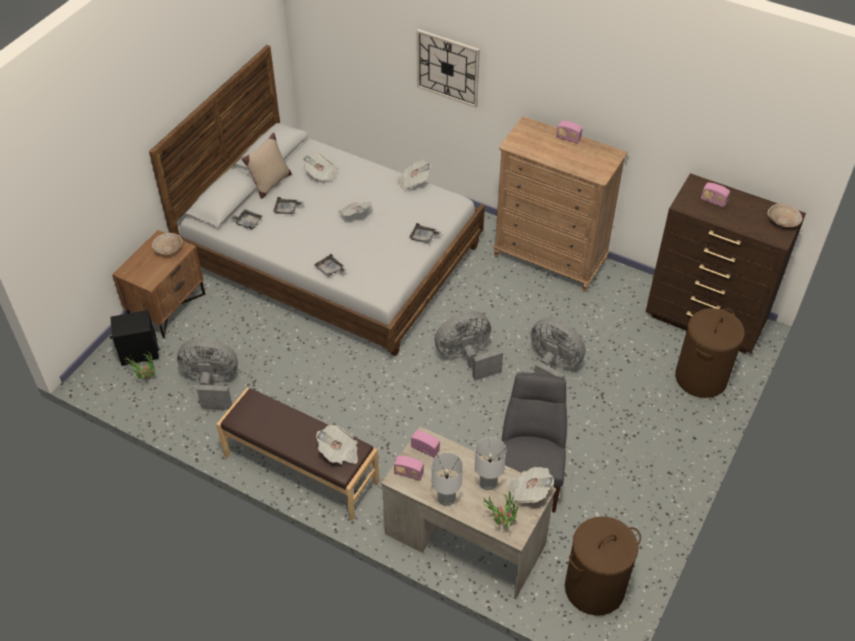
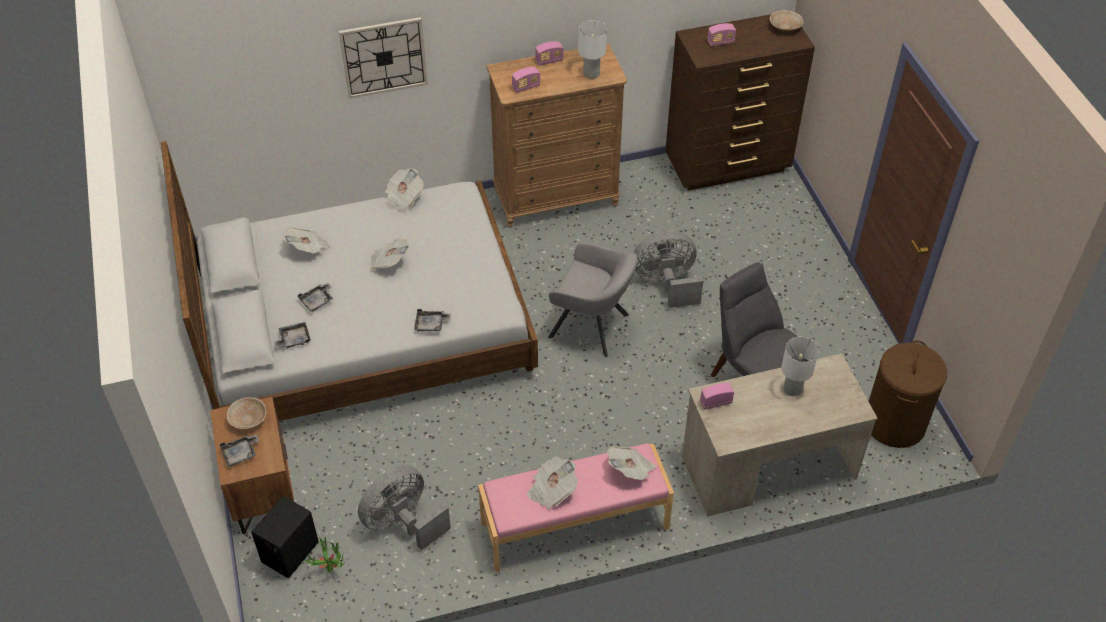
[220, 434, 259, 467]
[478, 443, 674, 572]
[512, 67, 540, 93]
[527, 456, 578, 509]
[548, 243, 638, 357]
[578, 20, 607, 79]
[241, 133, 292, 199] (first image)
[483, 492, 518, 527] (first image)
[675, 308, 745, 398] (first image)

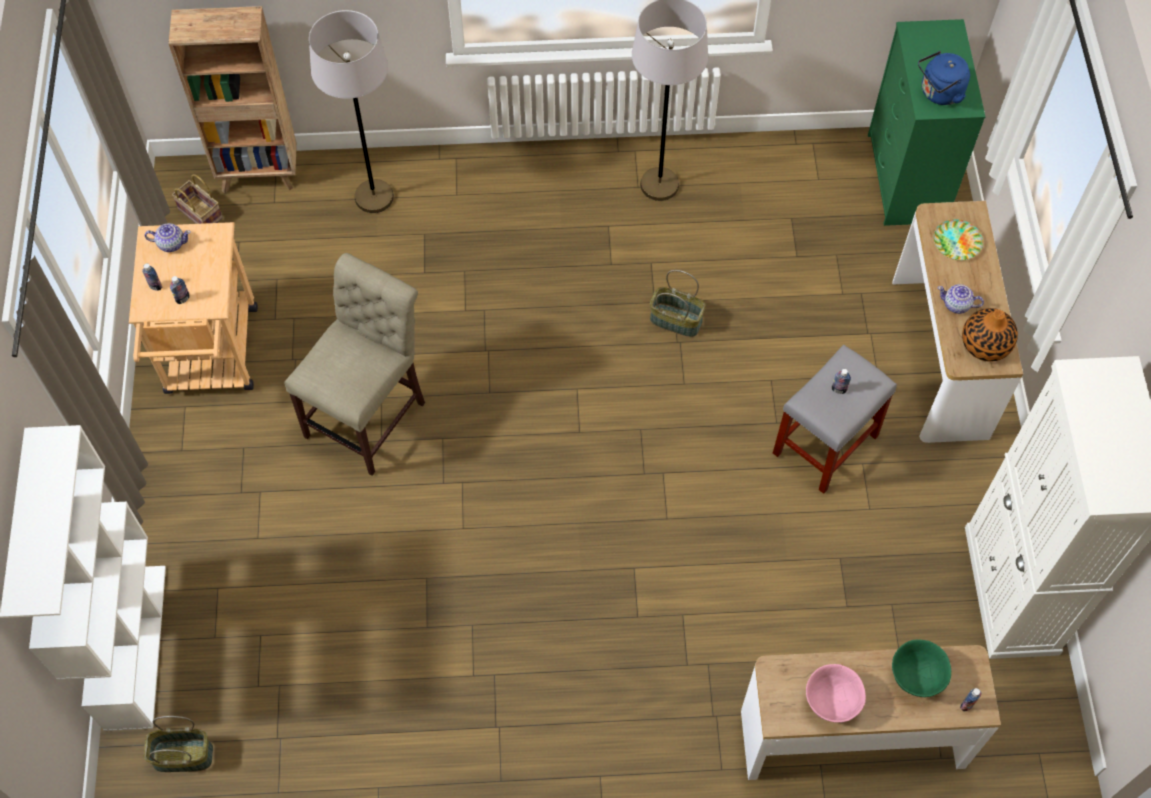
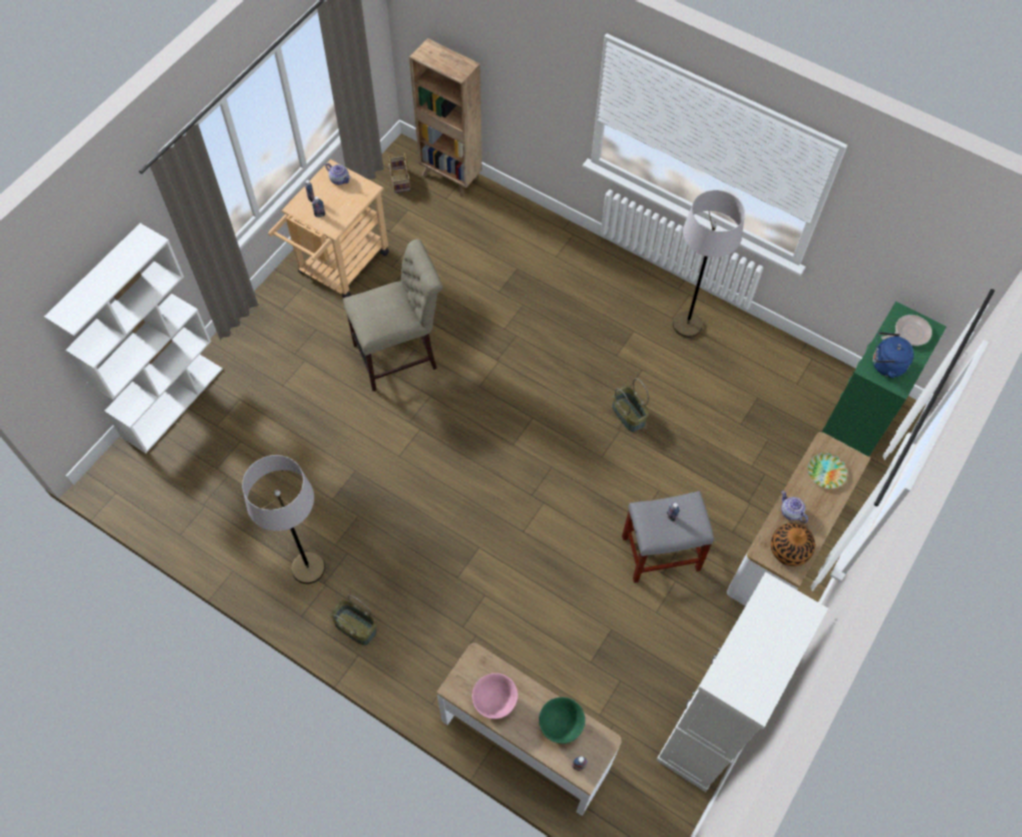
[242, 455, 325, 584]
[330, 595, 377, 645]
[881, 315, 932, 346]

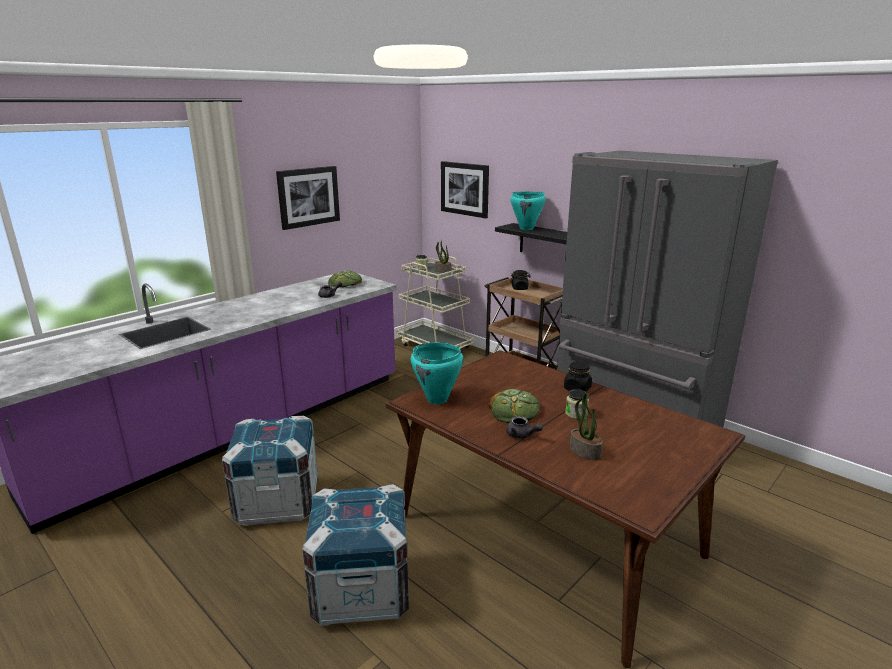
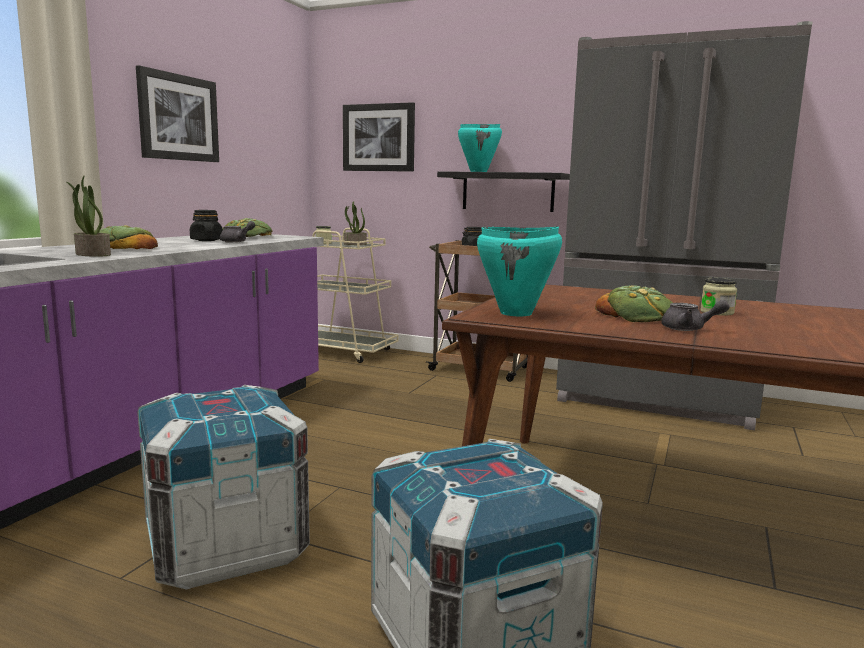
[67, 176, 111, 257]
[99, 225, 158, 249]
[190, 210, 223, 241]

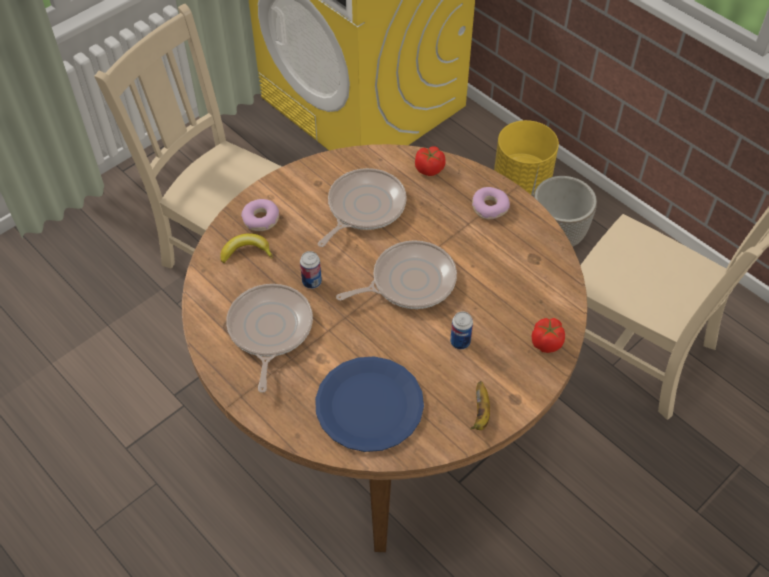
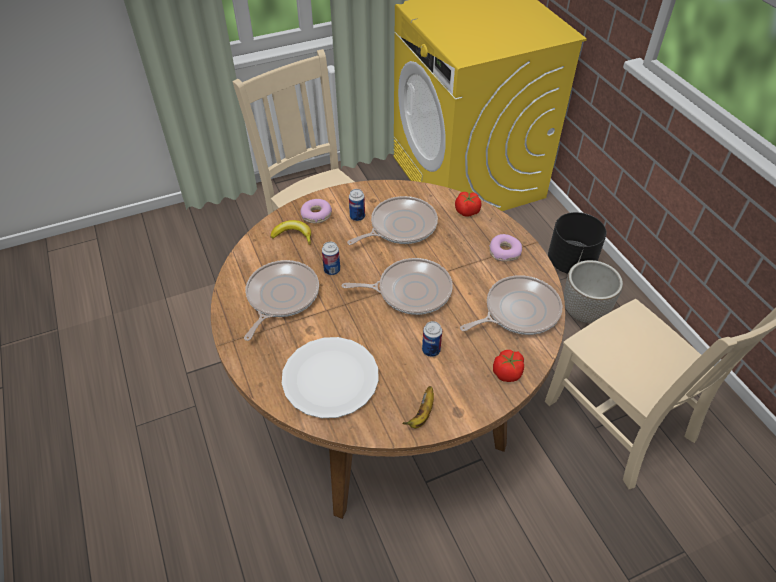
[282, 337, 379, 418]
[349, 189, 365, 221]
[460, 275, 562, 335]
[548, 212, 607, 274]

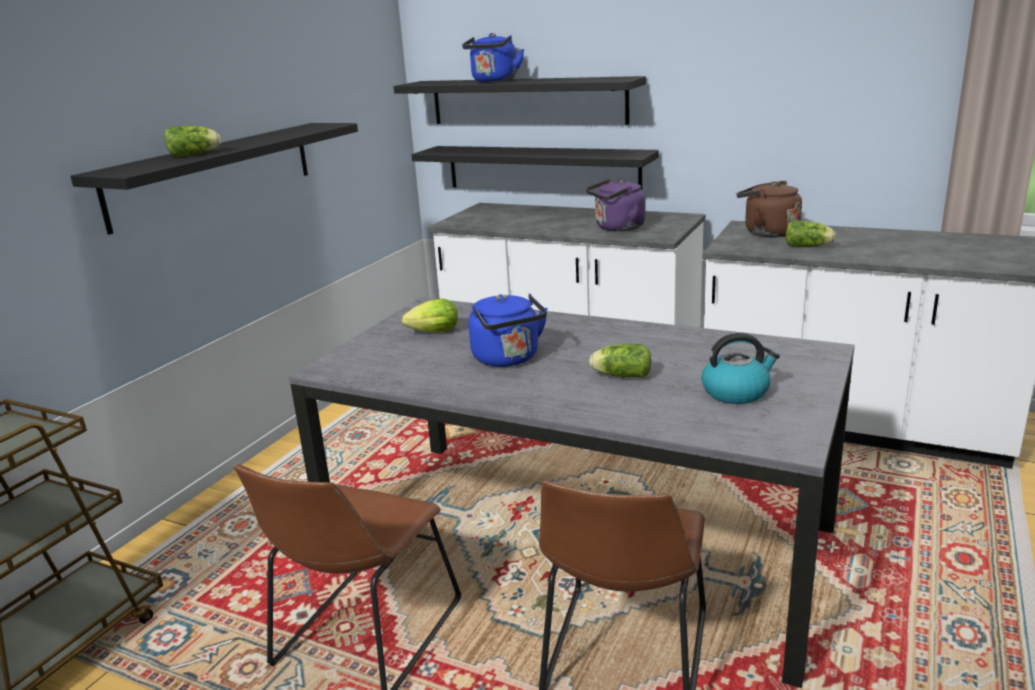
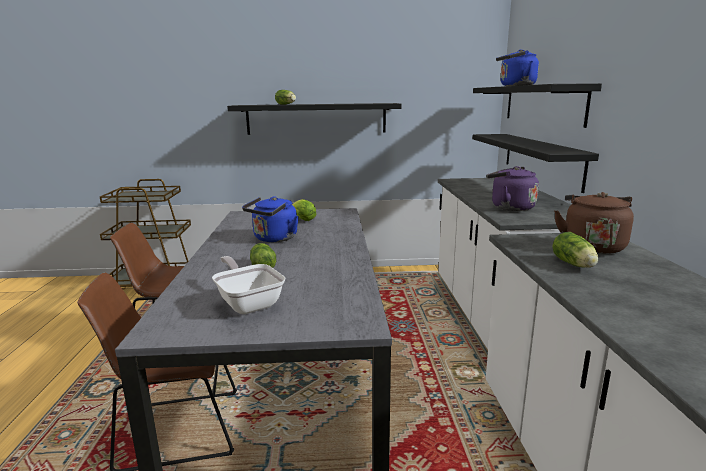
[212, 256, 286, 314]

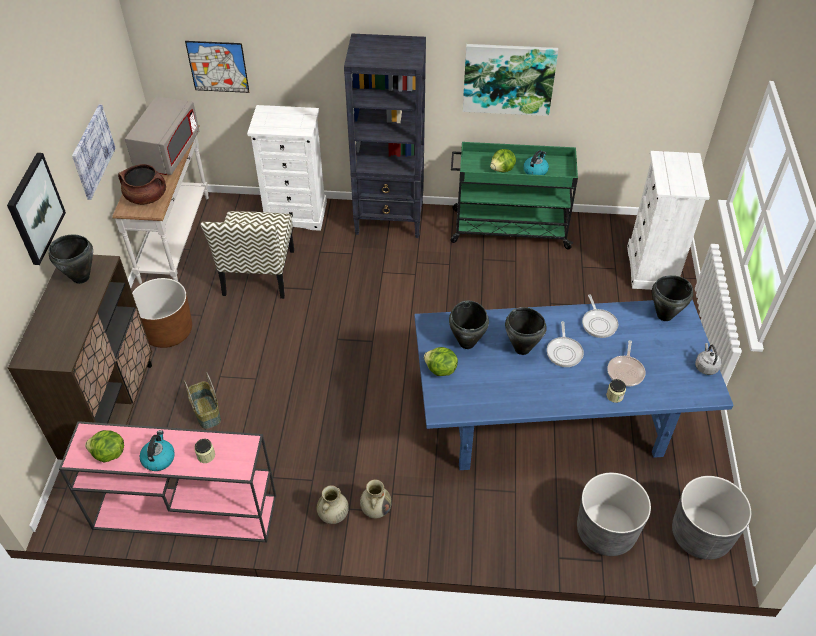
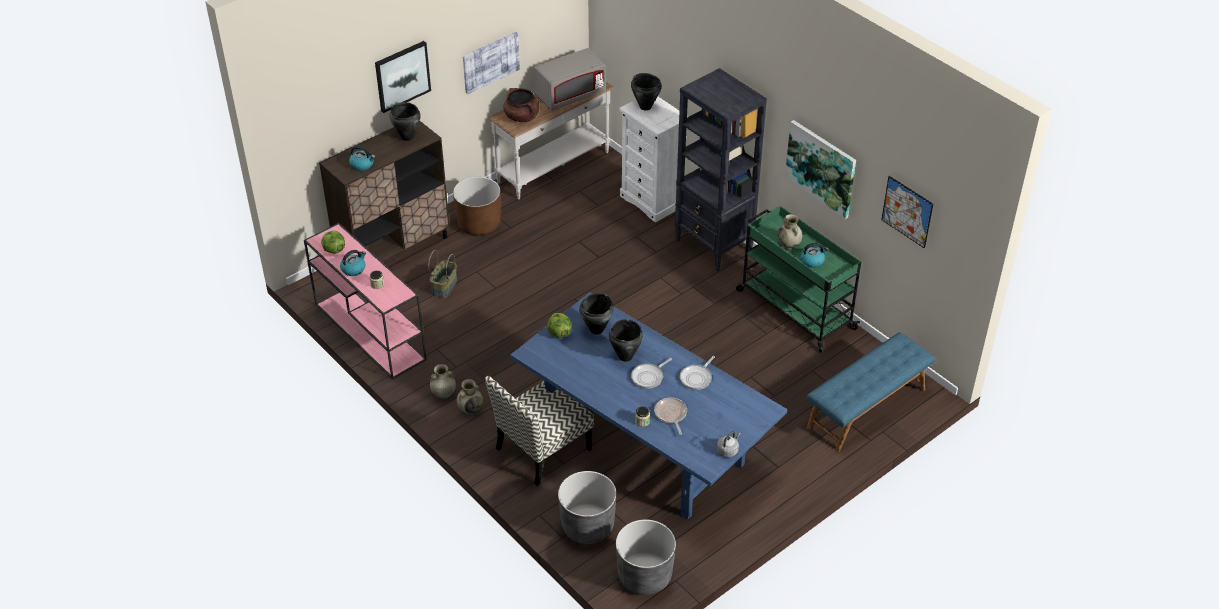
[349, 146, 375, 171]
[485, 376, 594, 486]
[631, 73, 662, 110]
[654, 398, 687, 435]
[777, 214, 802, 249]
[807, 332, 936, 452]
[881, 176, 933, 248]

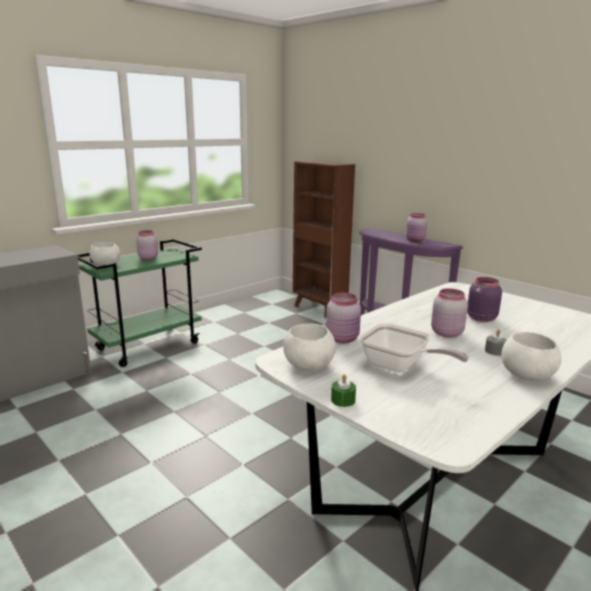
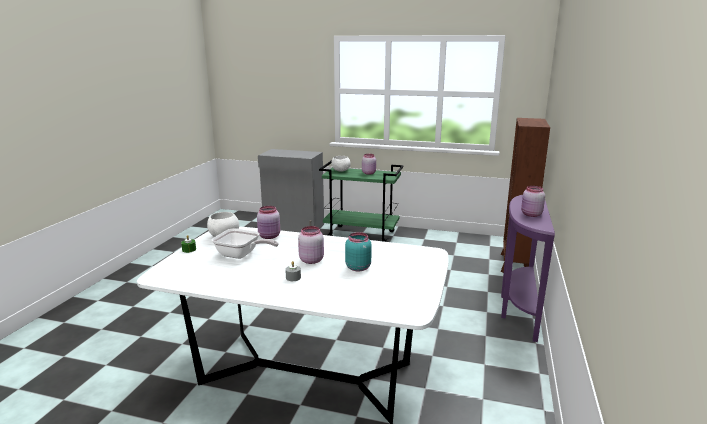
[212, 228, 279, 259]
[345, 232, 372, 272]
[501, 332, 561, 381] (first image)

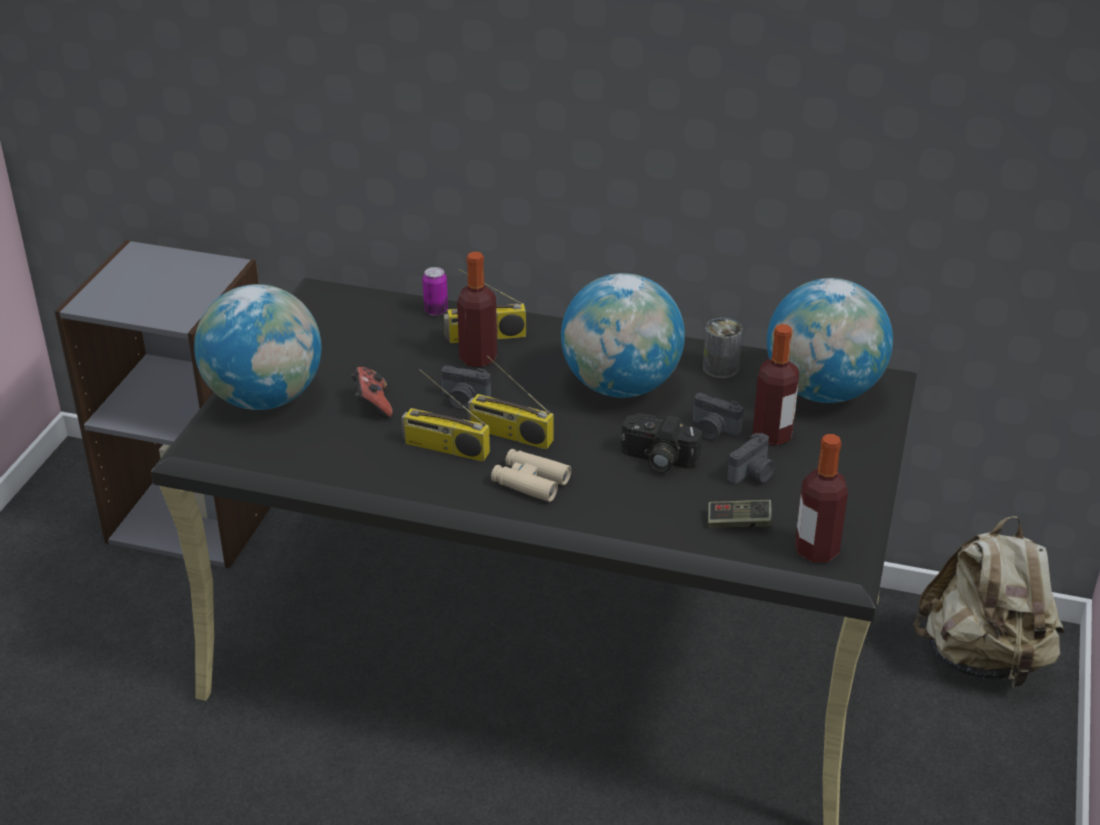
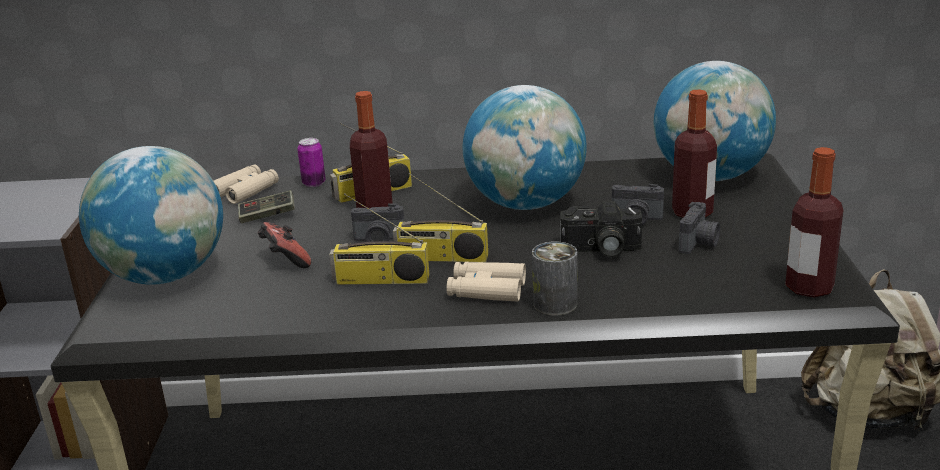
[214, 165, 279, 204]
[238, 190, 295, 223]
[532, 241, 578, 316]

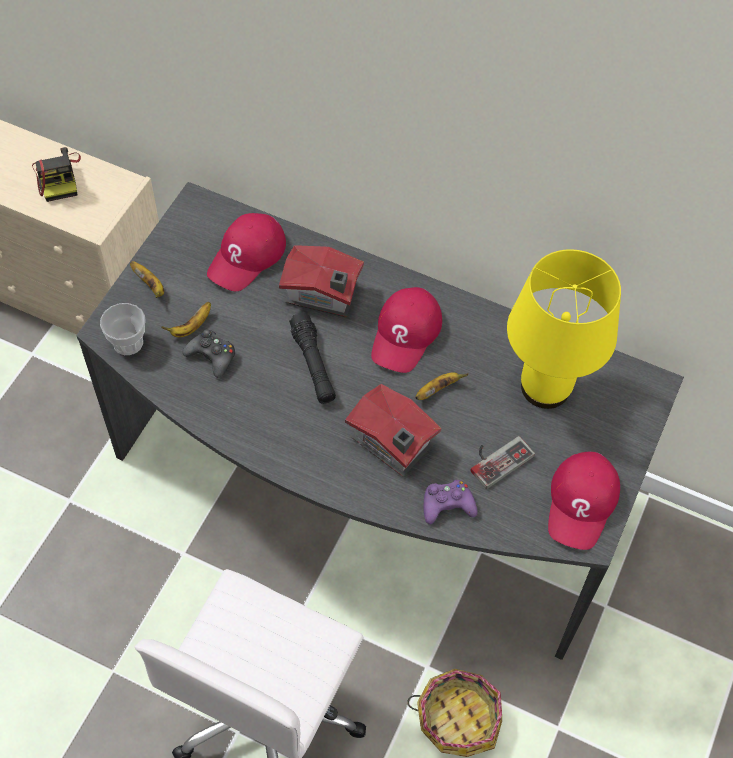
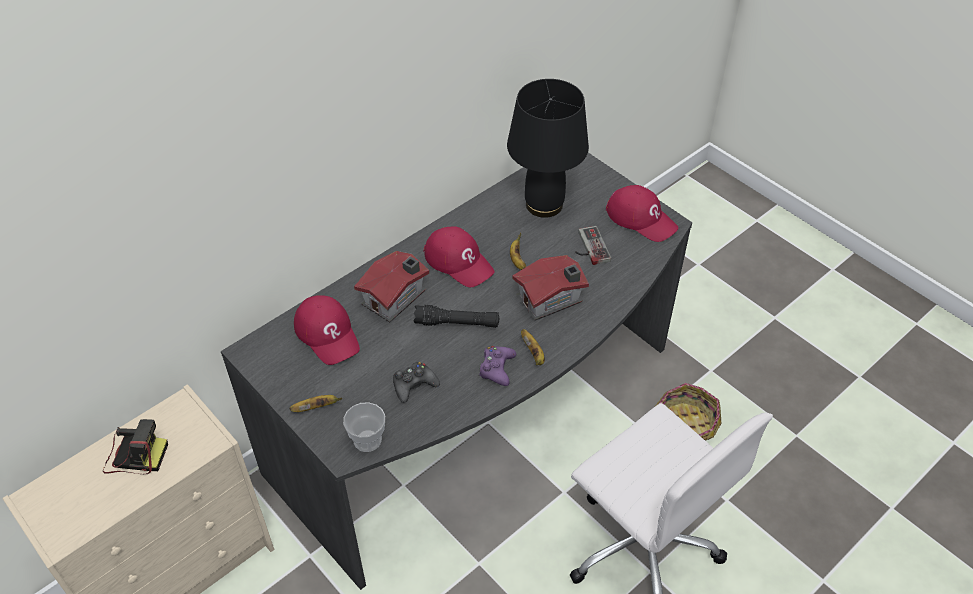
[479, 346, 516, 386]
[507, 79, 589, 218]
[521, 329, 545, 365]

